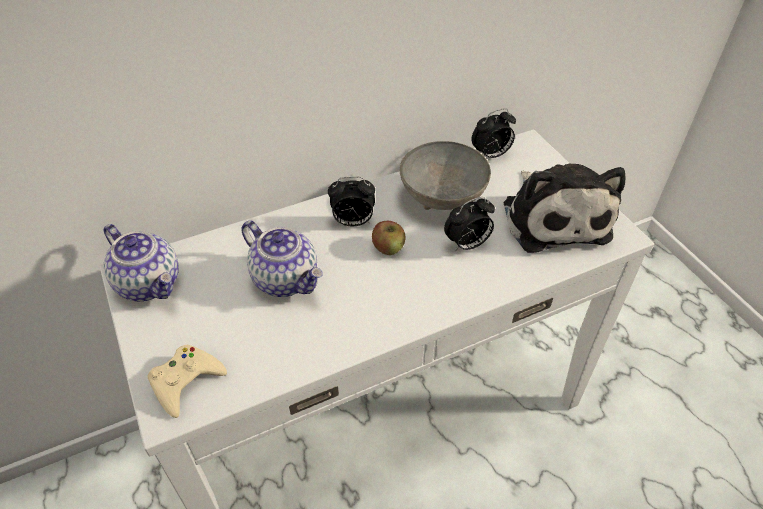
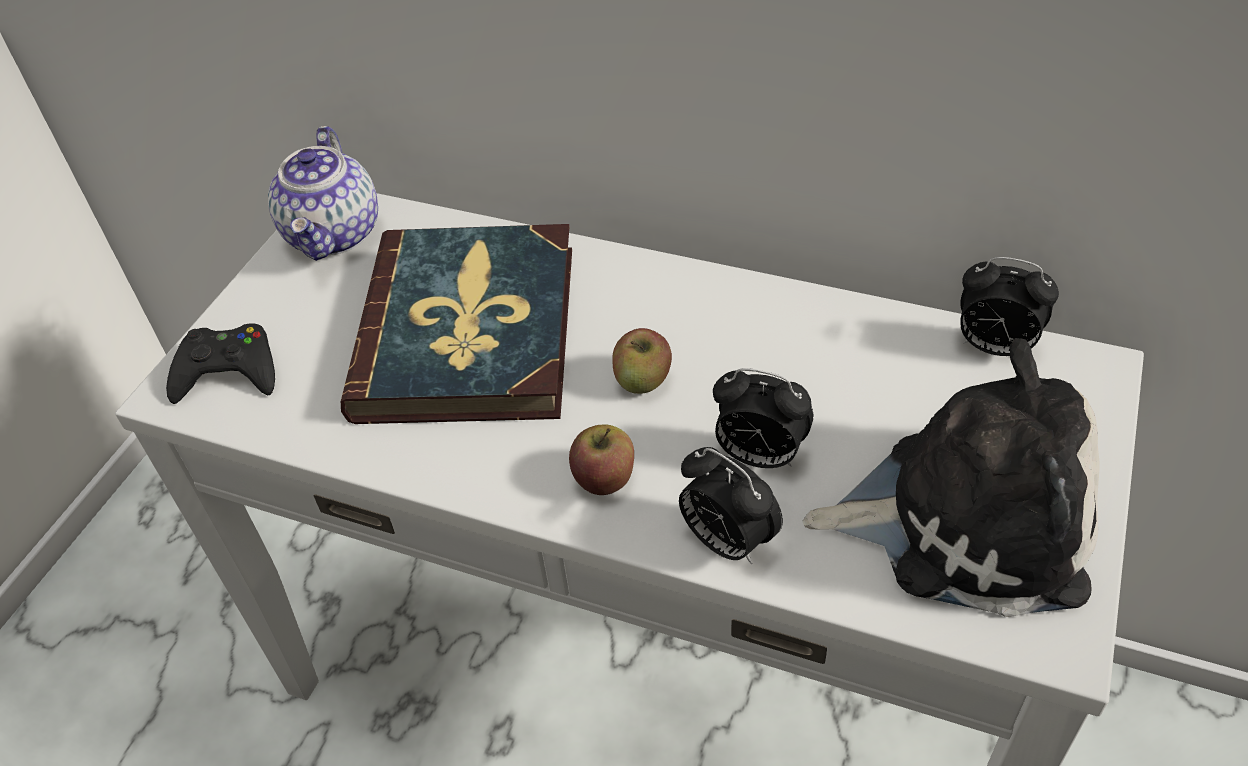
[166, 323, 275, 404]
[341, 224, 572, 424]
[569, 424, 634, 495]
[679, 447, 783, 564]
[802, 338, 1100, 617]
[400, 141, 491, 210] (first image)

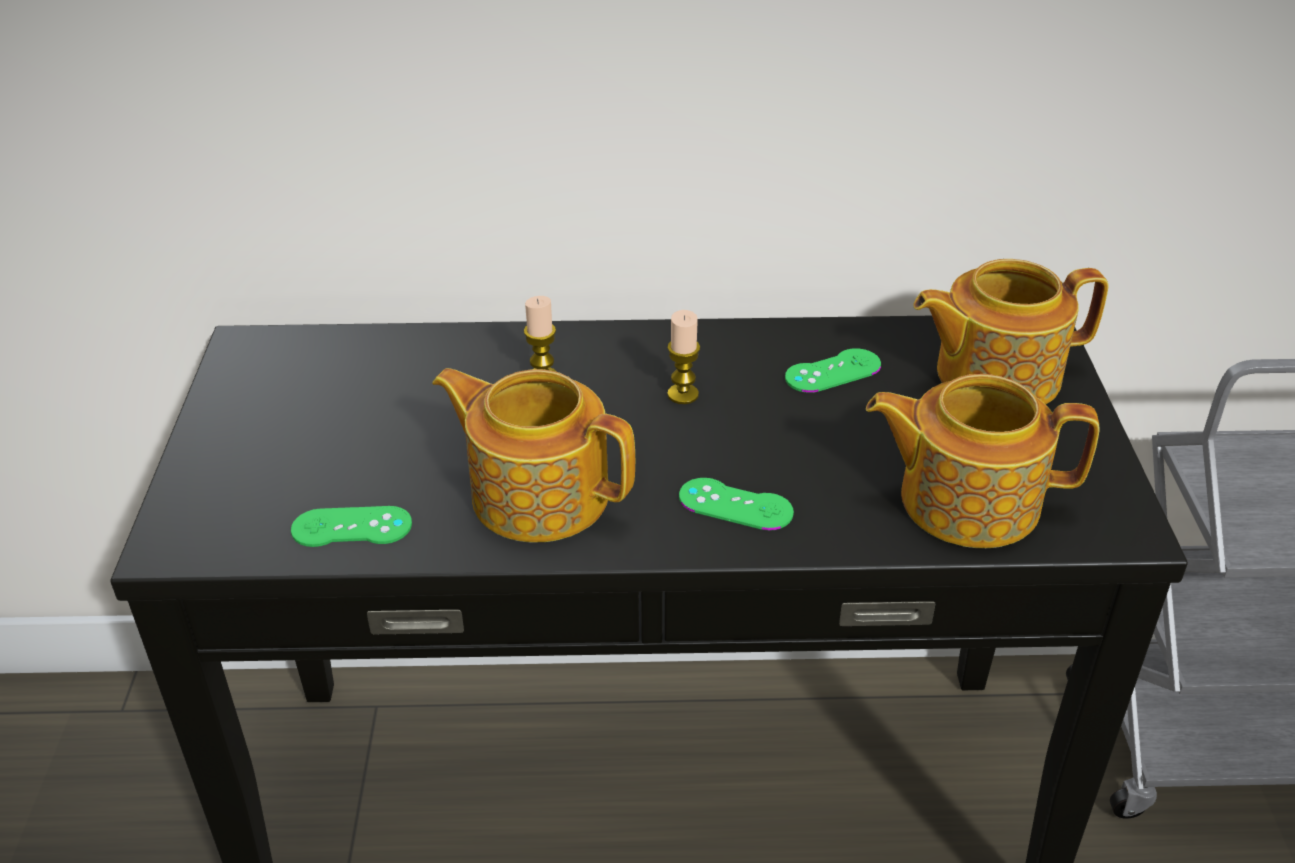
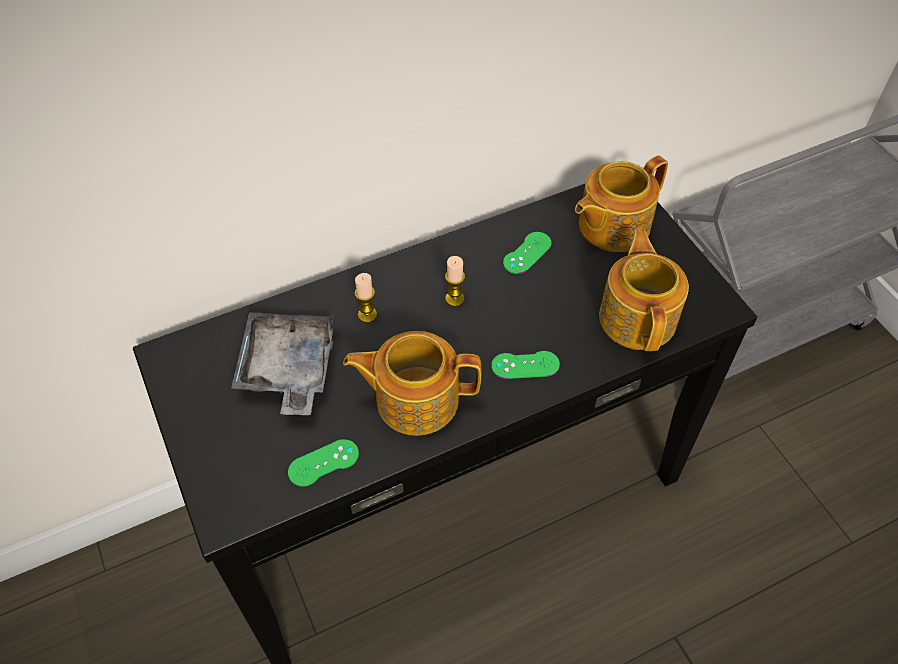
[231, 312, 334, 415]
[599, 229, 689, 351]

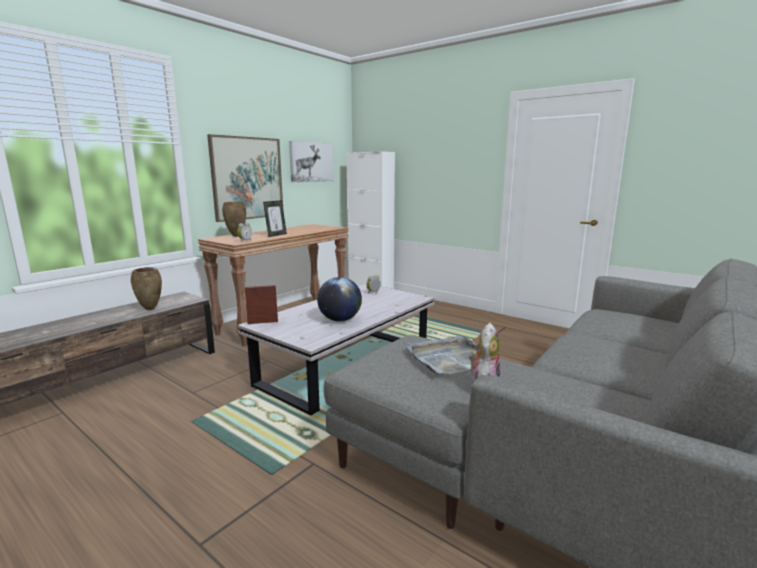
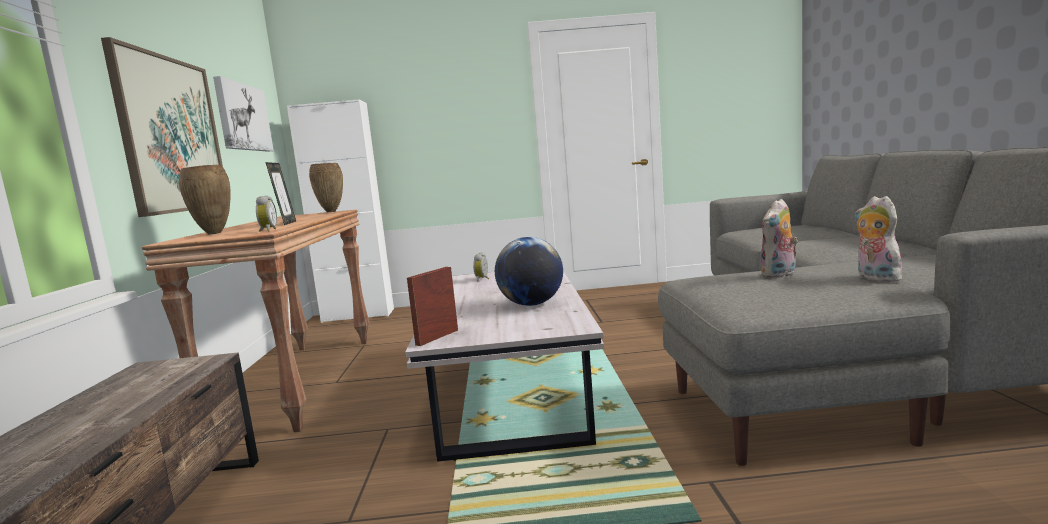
[309, 163, 343, 212]
[760, 199, 798, 278]

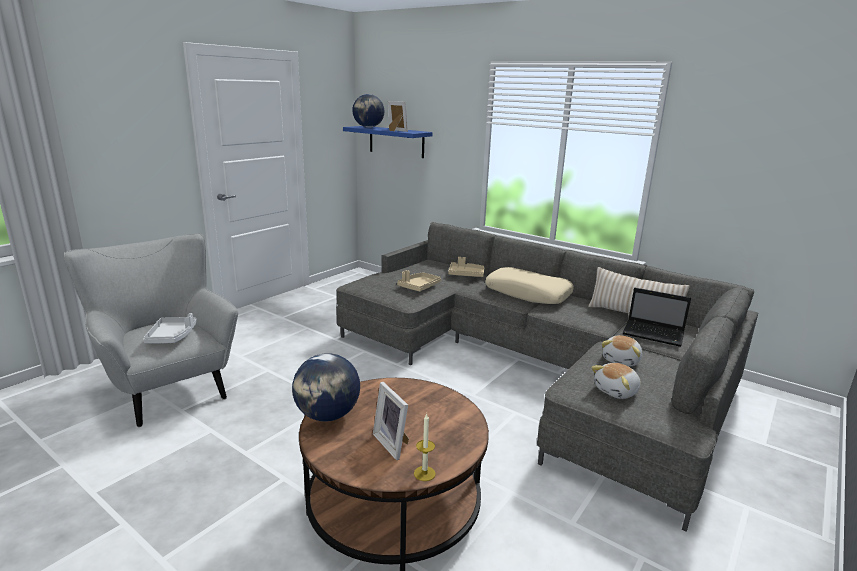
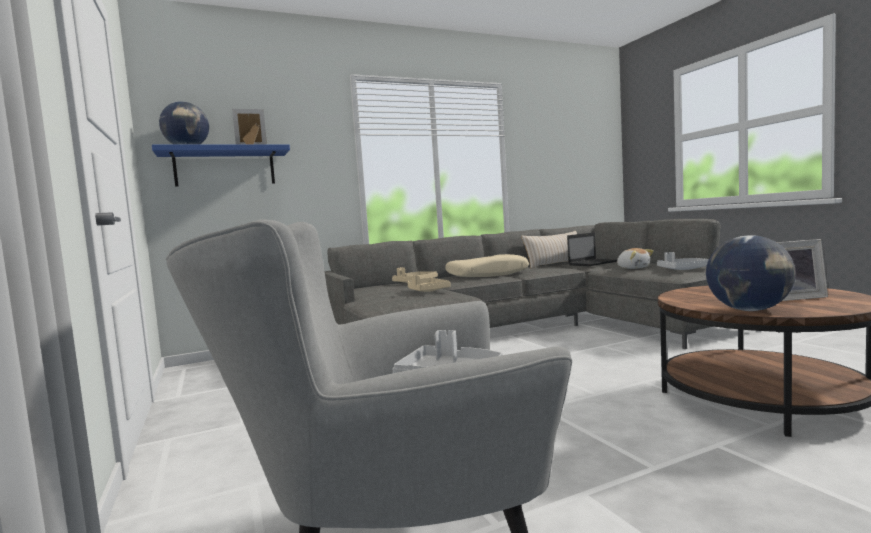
[657, 252, 709, 270]
[414, 414, 436, 481] (first image)

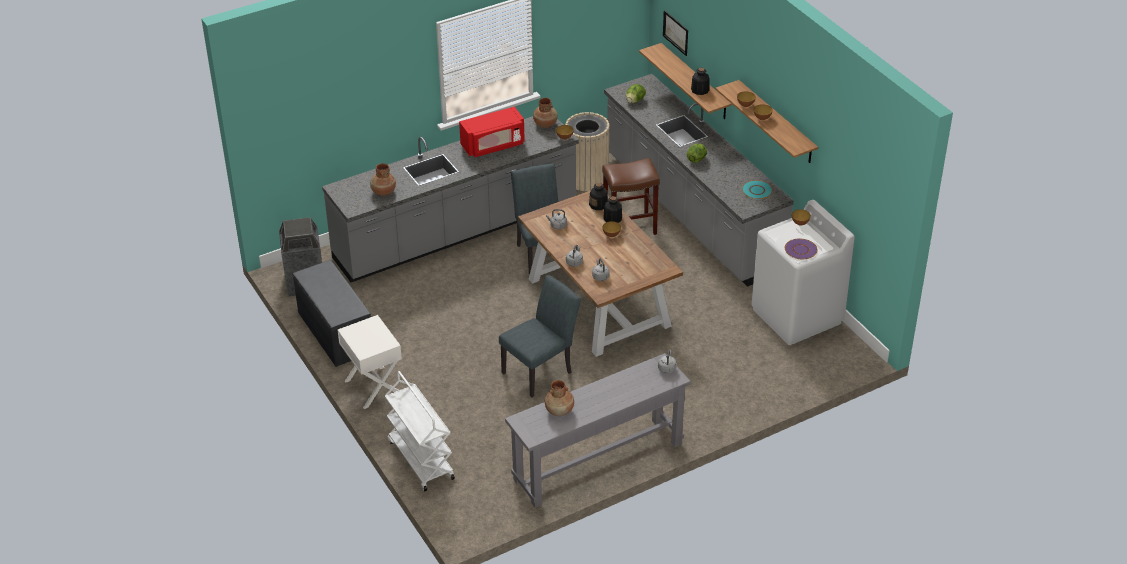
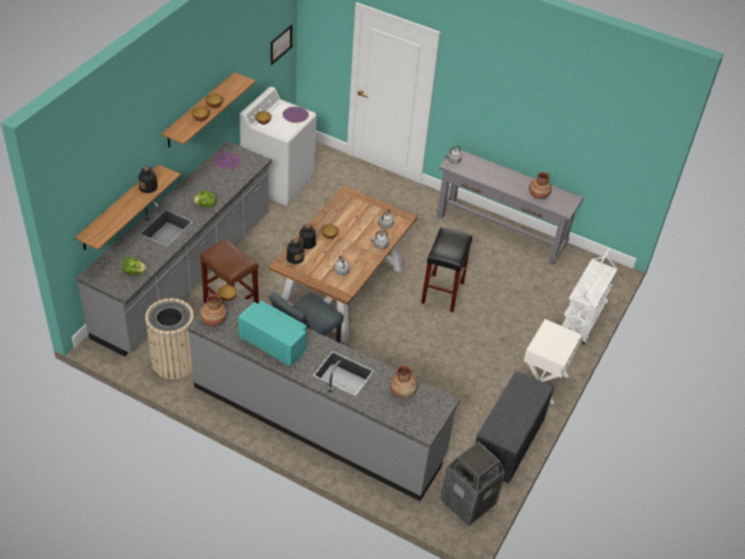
[213, 152, 241, 170]
[238, 301, 307, 367]
[271, 25, 292, 65]
[421, 227, 472, 312]

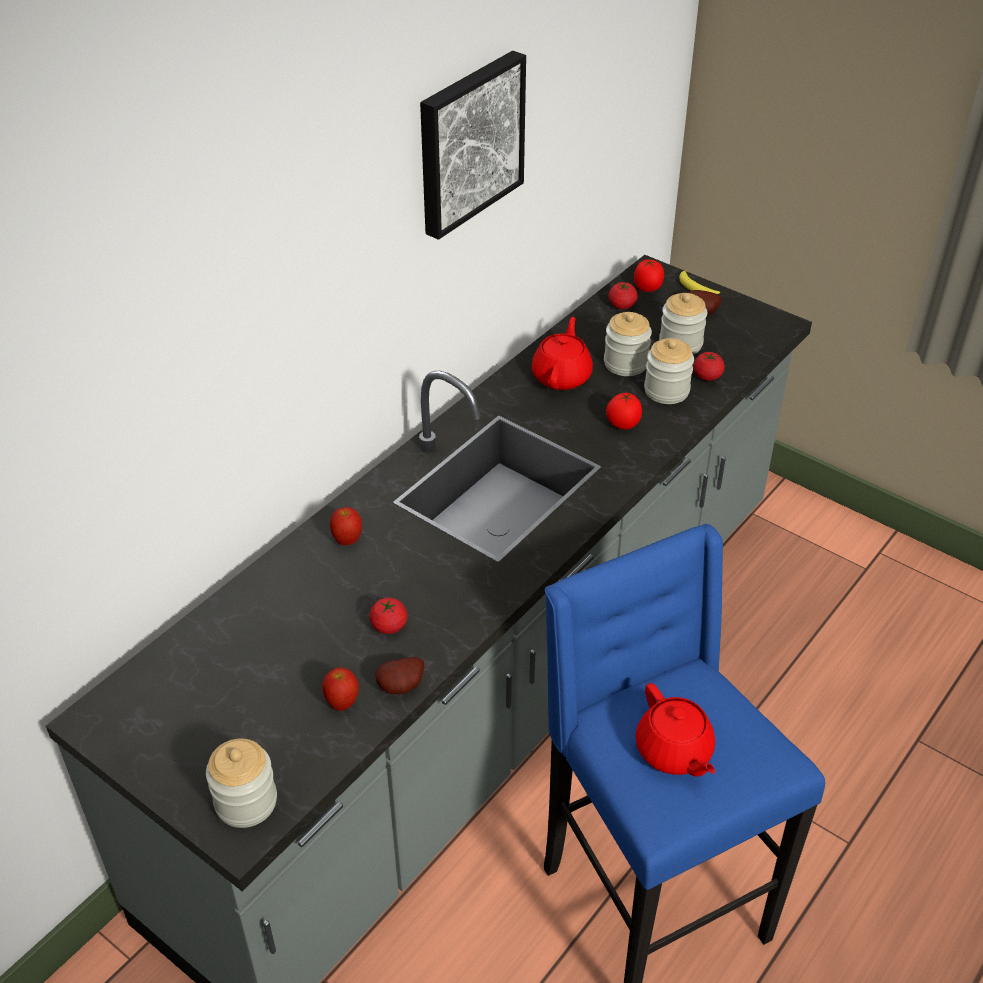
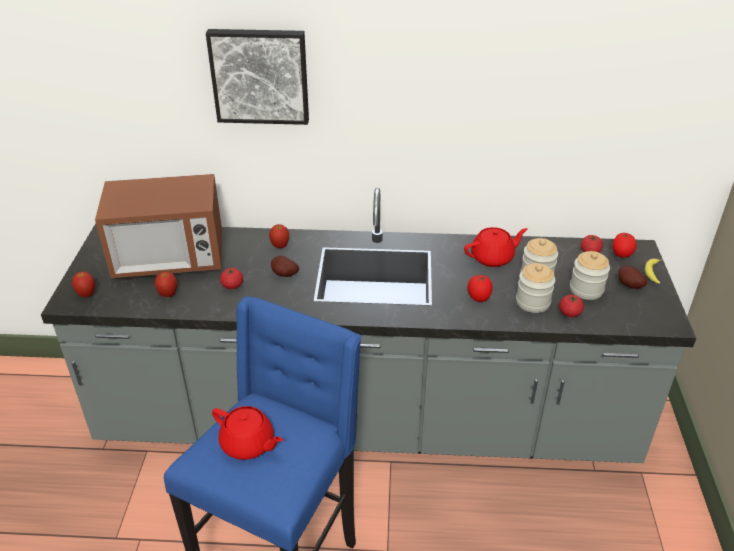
[72, 271, 95, 297]
[95, 174, 222, 278]
[206, 29, 309, 125]
[212, 406, 283, 460]
[271, 256, 299, 277]

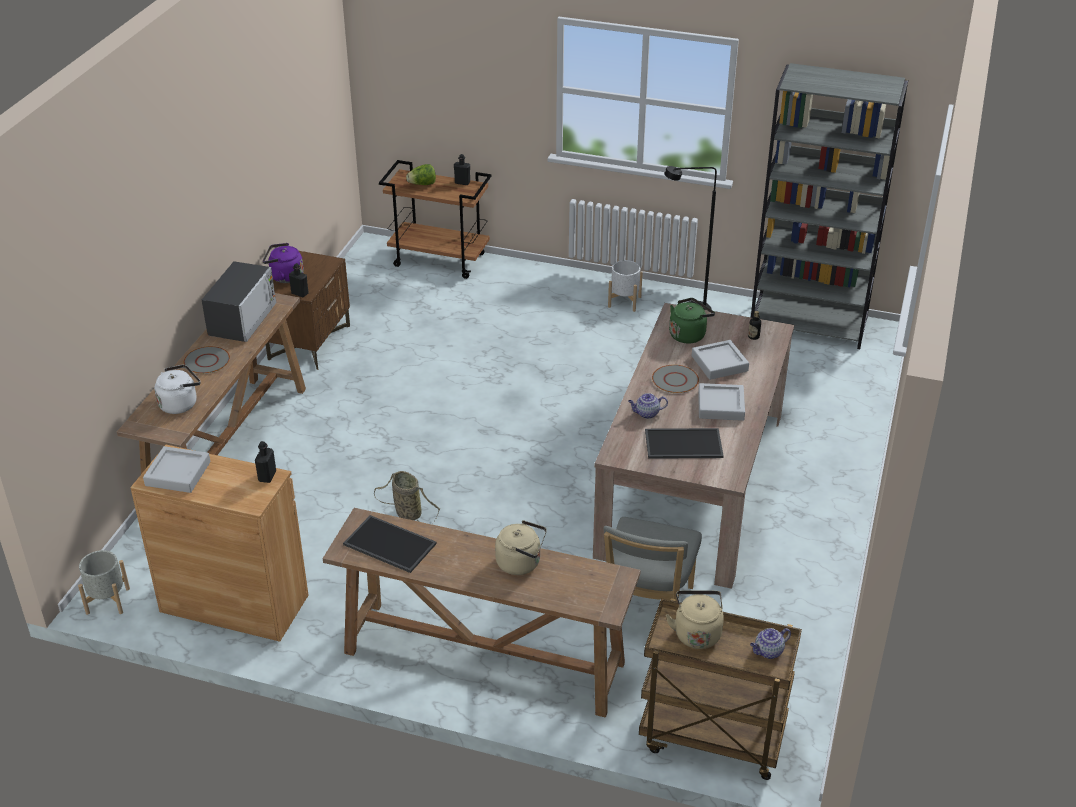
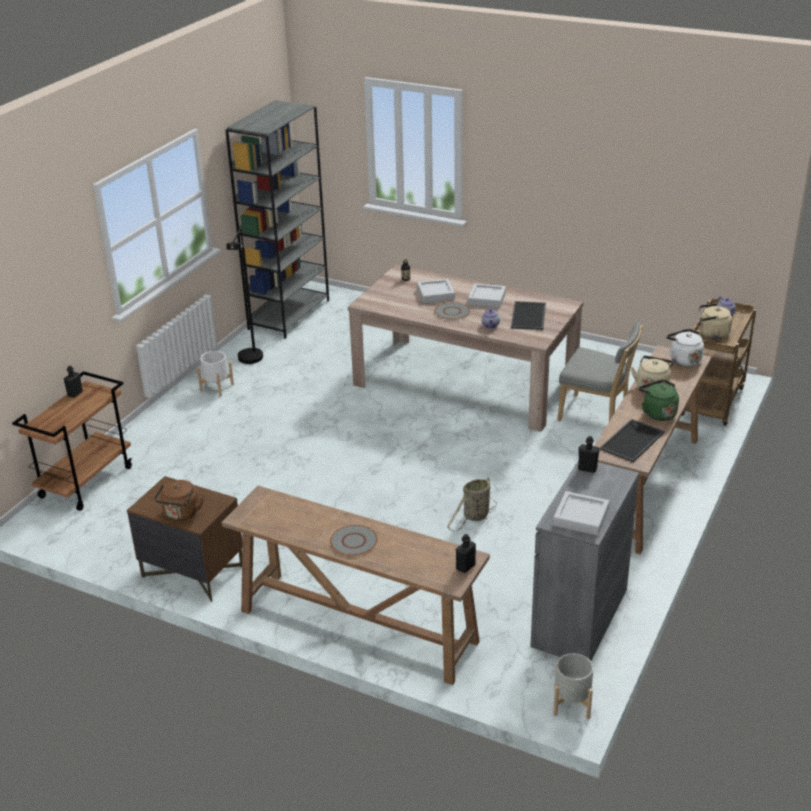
[154, 480, 203, 521]
[456, 534, 476, 573]
[530, 460, 639, 661]
[639, 380, 679, 421]
[666, 329, 704, 367]
[202, 261, 277, 342] (first image)
[406, 164, 436, 185] (first image)

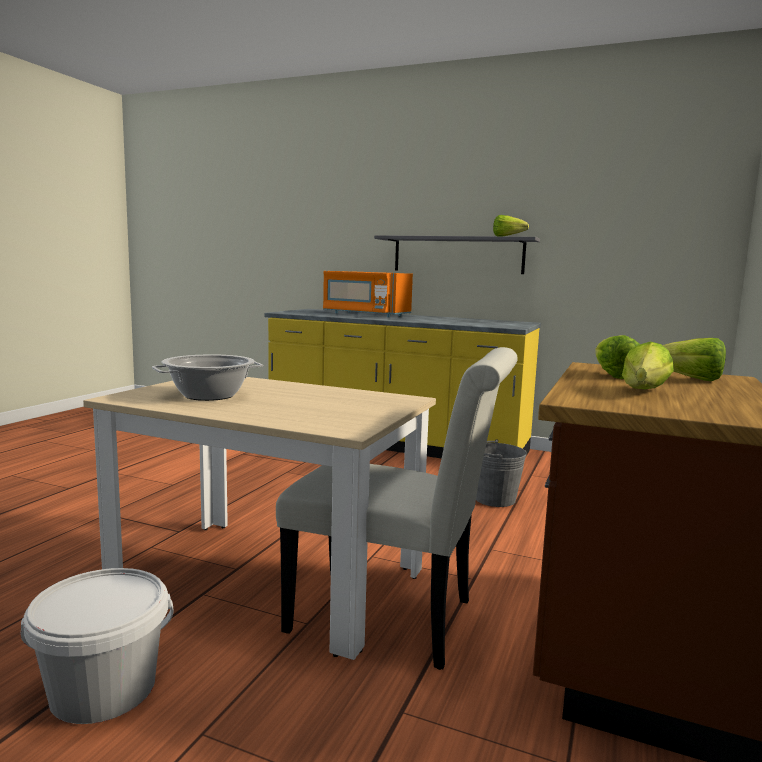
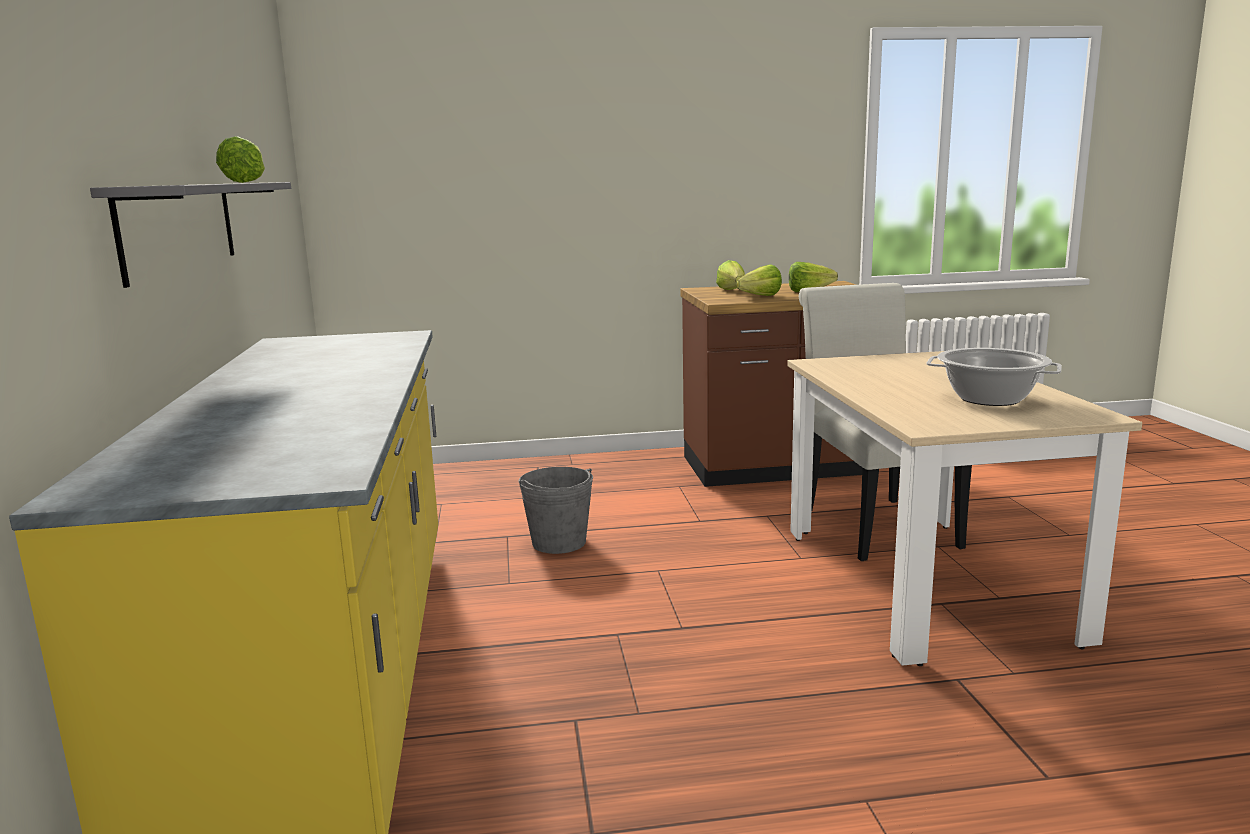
[21, 568, 174, 724] (first image)
[323, 271, 413, 317] (first image)

